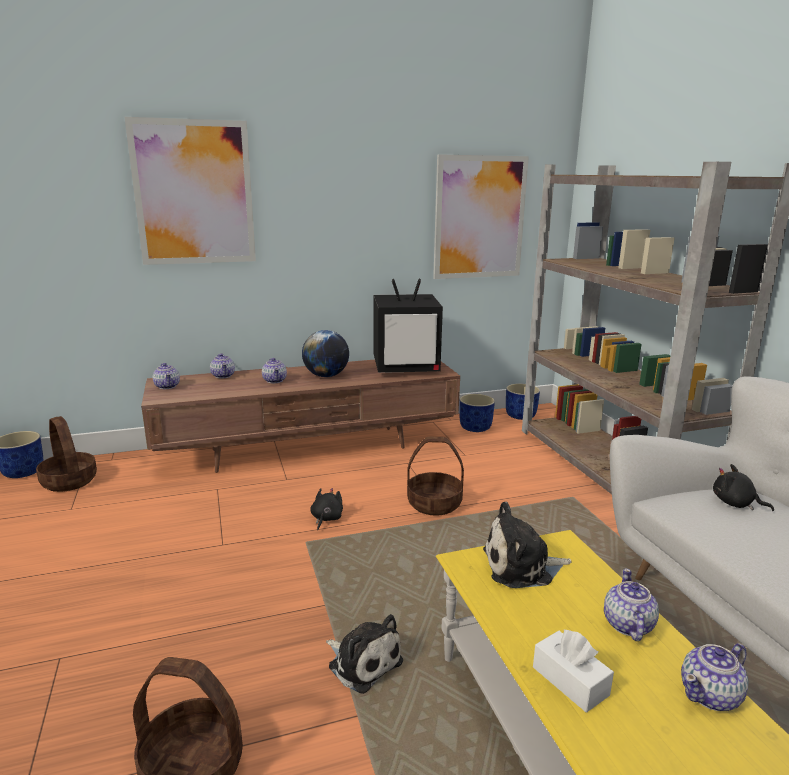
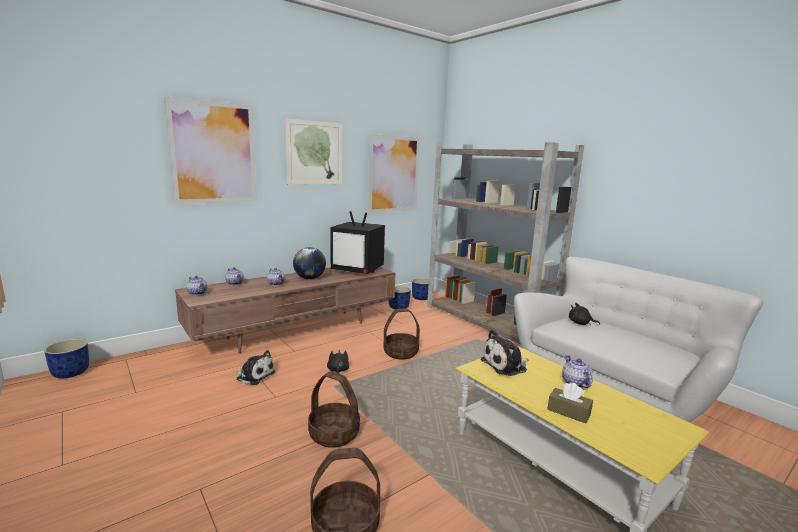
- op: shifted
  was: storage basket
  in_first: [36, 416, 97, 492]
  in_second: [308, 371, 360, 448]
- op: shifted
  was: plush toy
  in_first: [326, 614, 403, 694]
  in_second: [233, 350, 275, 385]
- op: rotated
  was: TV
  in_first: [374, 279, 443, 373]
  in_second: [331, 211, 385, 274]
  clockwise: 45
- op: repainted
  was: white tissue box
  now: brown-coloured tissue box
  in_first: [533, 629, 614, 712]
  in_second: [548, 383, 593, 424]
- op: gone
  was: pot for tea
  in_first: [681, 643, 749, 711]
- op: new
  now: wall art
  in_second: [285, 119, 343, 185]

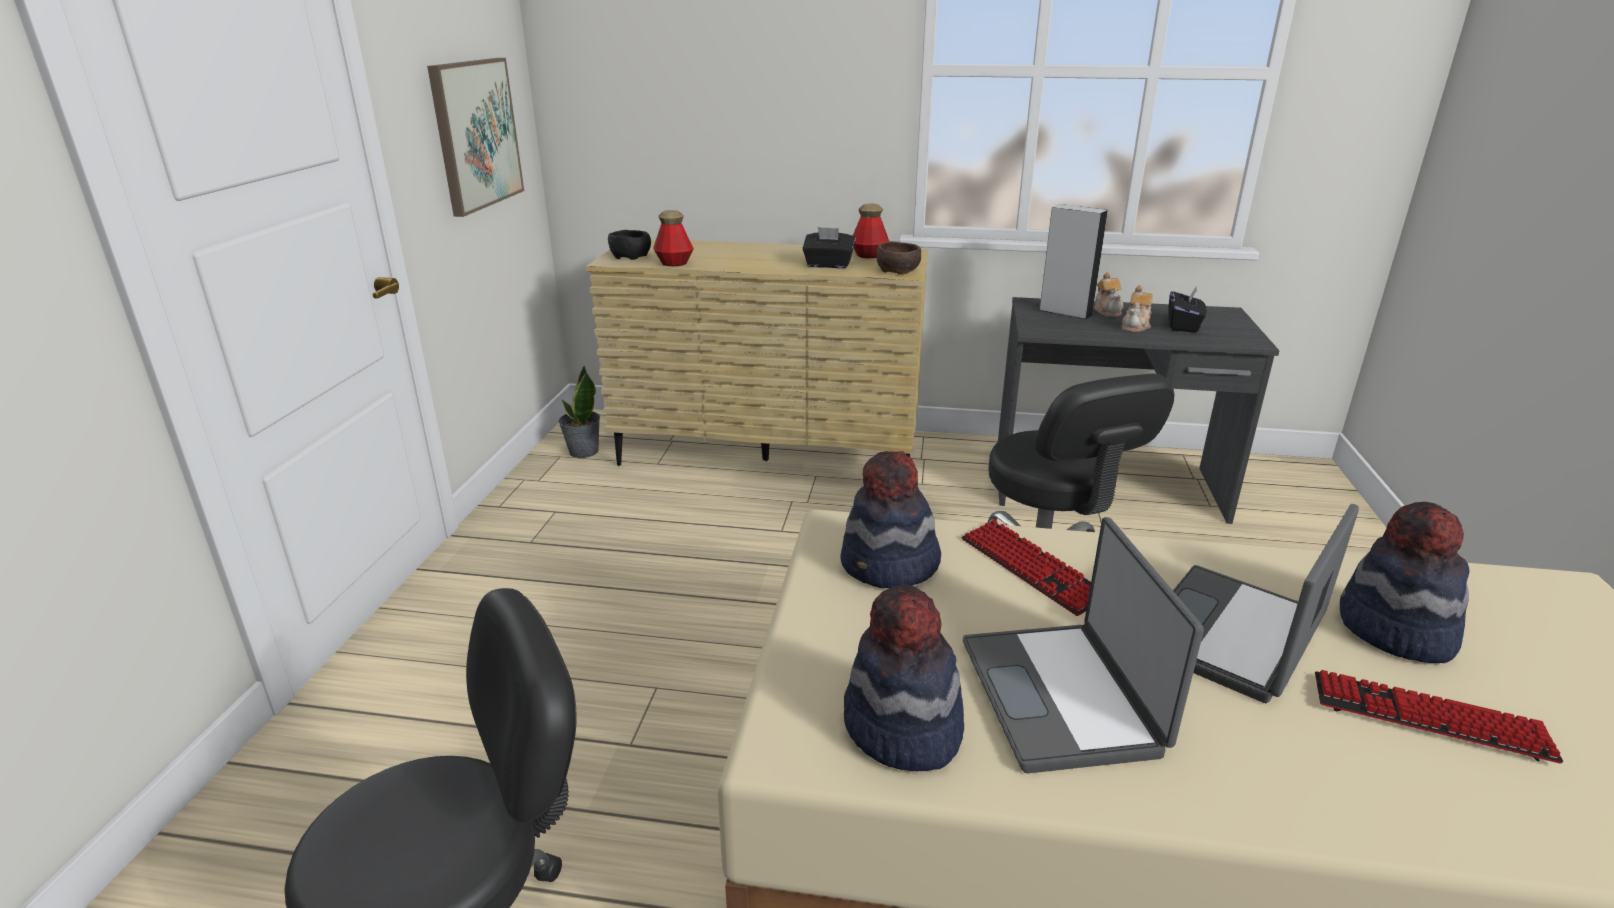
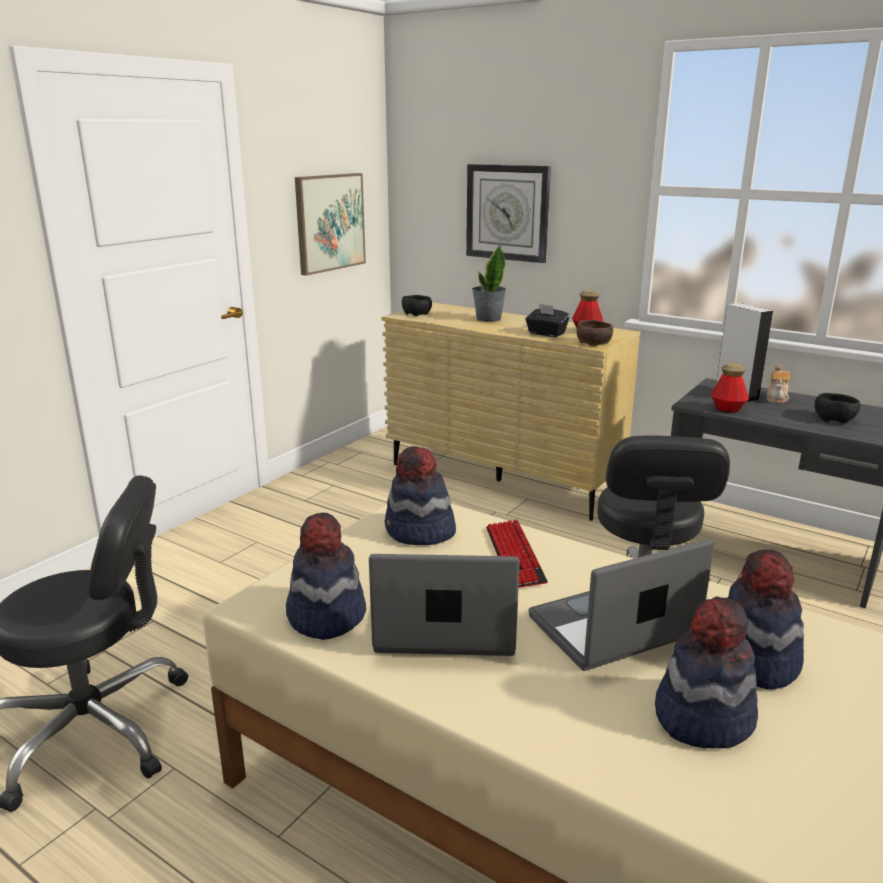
- op: shifted
  was: potted plant
  in_first: [558, 366, 600, 458]
  in_second: [472, 244, 506, 322]
- op: shifted
  was: bottle
  in_first: [653, 210, 694, 266]
  in_second: [711, 363, 749, 413]
- op: rotated
  was: notebook computer
  in_first: [963, 517, 1204, 773]
  in_second: [369, 554, 520, 656]
  clockwise: 75
- op: gone
  was: pot for tea
  in_first: [1122, 285, 1153, 332]
- op: swapped
  was: black-coloured tissue box
  now: black-coloured serving bowl
  in_first: [1168, 285, 1207, 333]
  in_second: [815, 393, 860, 424]
- op: swapped
  was: computer keyboard
  now: hat
  in_first: [1315, 670, 1564, 764]
  in_second: [655, 597, 758, 749]
- op: new
  now: hanging clock
  in_second: [466, 164, 551, 263]

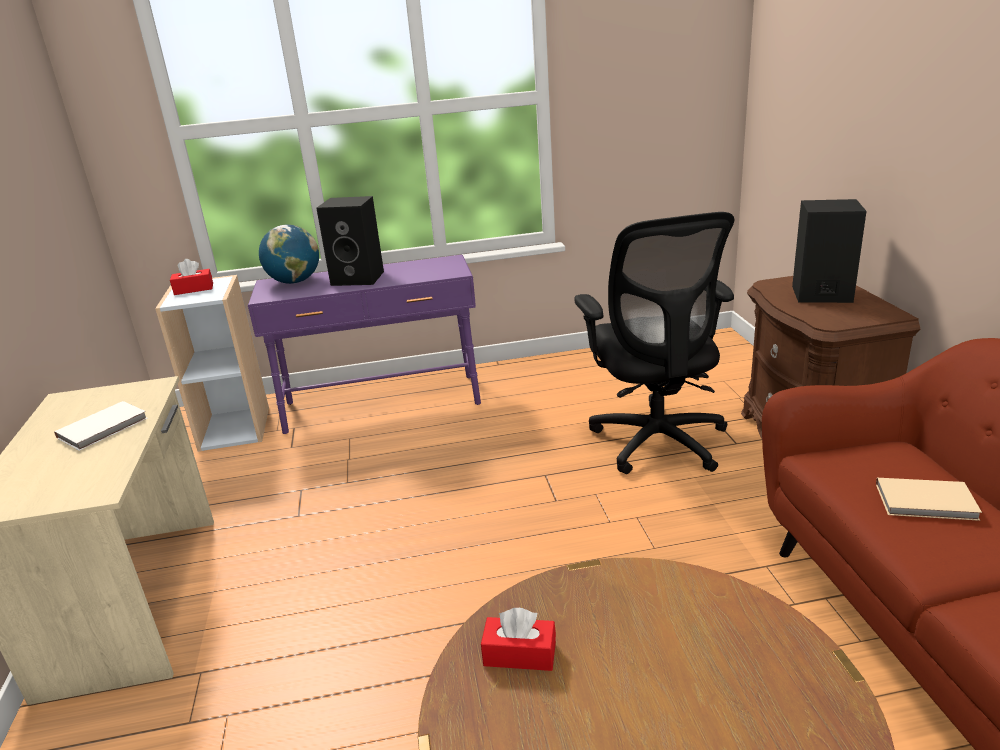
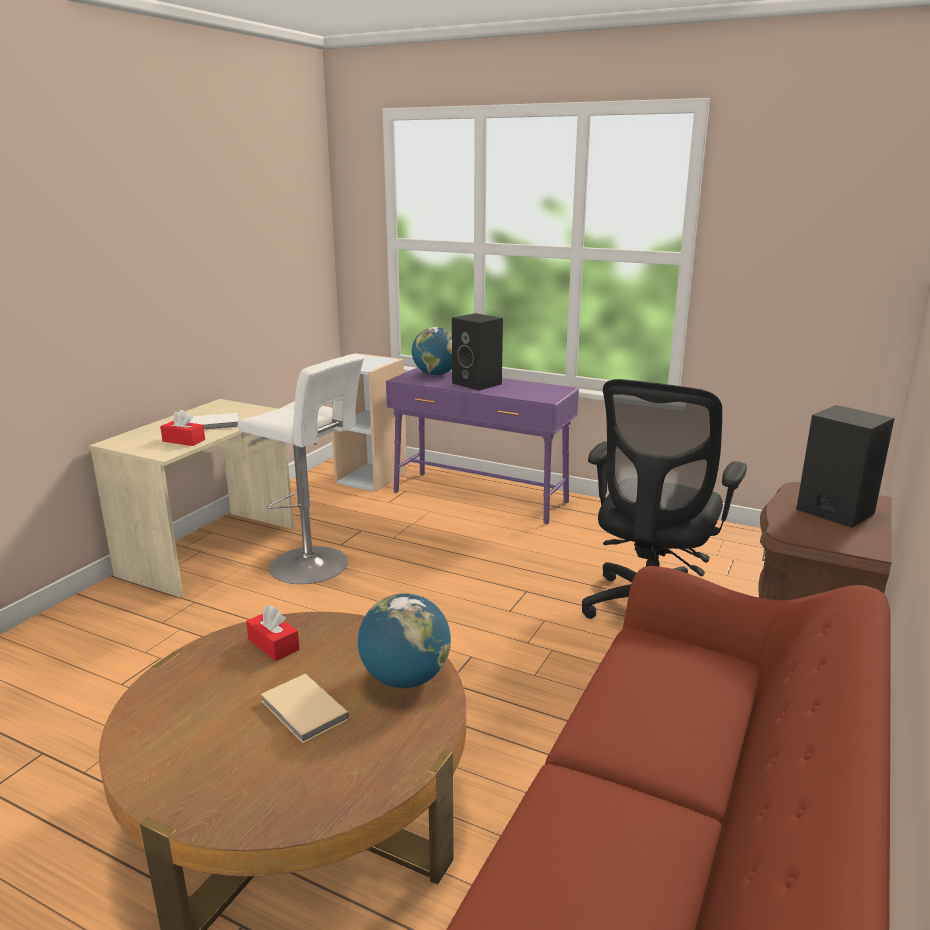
- op: shifted
  was: red-coloured tissue box
  in_first: [170, 259, 213, 295]
  in_second: [160, 410, 205, 446]
- op: shifted
  was: sand-coloured bound book
  in_first: [876, 478, 982, 521]
  in_second: [261, 674, 350, 743]
- op: new
  now: white stool
  in_second: [238, 353, 364, 584]
- op: new
  now: desk globe
  in_second: [358, 593, 451, 688]

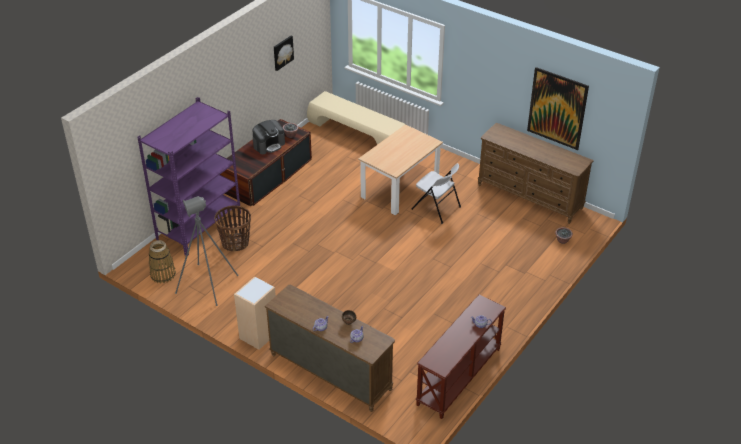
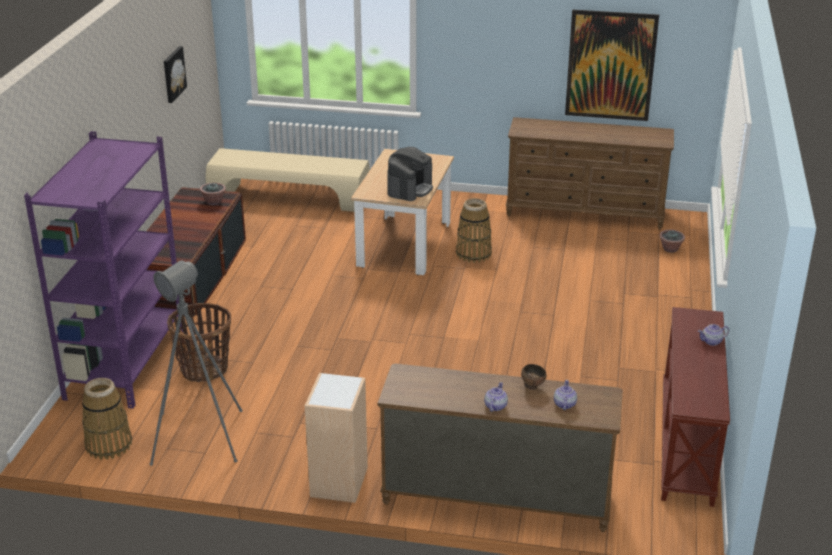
- op: shifted
  was: coffee maker
  in_first: [252, 120, 285, 154]
  in_second: [387, 147, 433, 201]
- op: swapped
  was: white plain chair
  now: storage basket
  in_first: [412, 163, 461, 224]
  in_second: [456, 198, 492, 263]

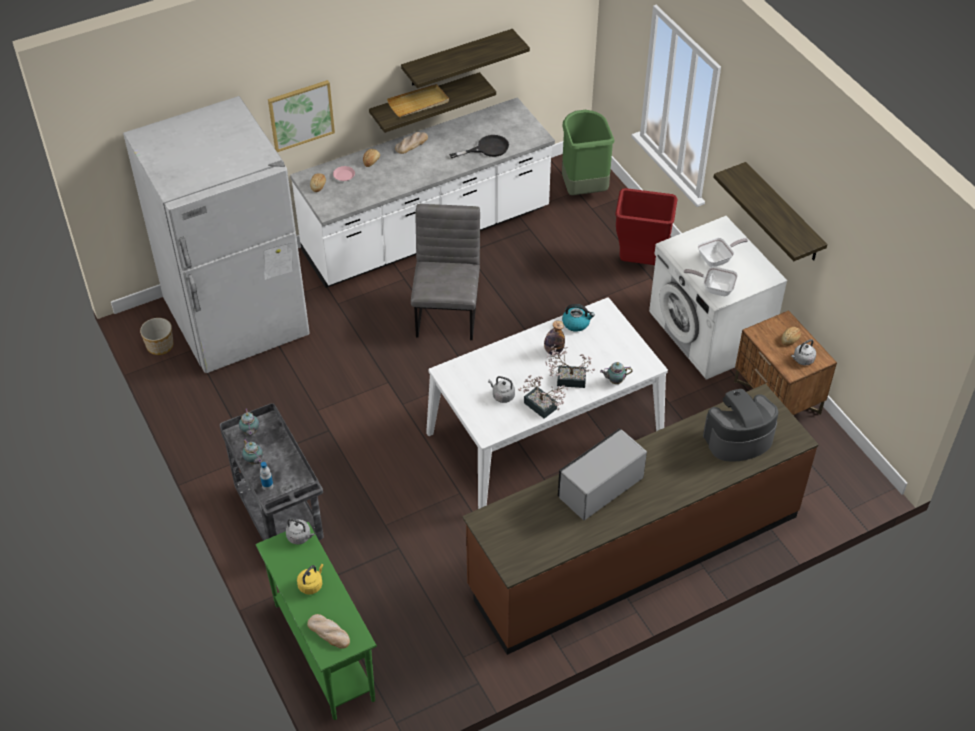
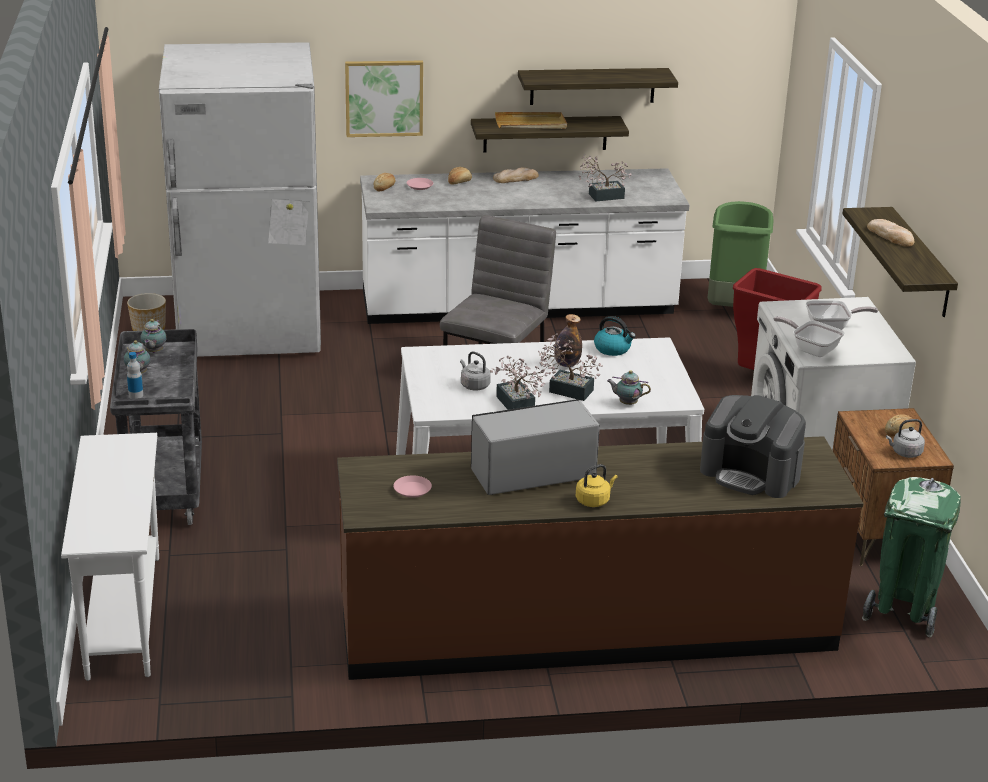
- op: repainted
  was: greenish hall table
  now: white hall table
  in_first: [256, 522, 377, 720]
  in_second: [61, 433, 159, 681]
- op: gone
  was: greyish tea kettle
  in_first: [286, 519, 315, 545]
- op: shifted
  was: yellow tea kettle
  in_first: [297, 564, 324, 595]
  in_second: [576, 464, 618, 507]
- op: shifted
  was: bakery bread
  in_first: [307, 614, 350, 649]
  in_second: [867, 219, 915, 247]
- op: swapped
  was: black-coloured frying pan
  now: potted plant
  in_first: [449, 135, 509, 158]
  in_second: [579, 154, 632, 201]
- op: rotated
  was: coffee maker
  in_first: [703, 389, 778, 462]
  in_second: [700, 395, 806, 498]
  clockwise: -150
- op: new
  now: pink flat dish
  in_second: [393, 476, 432, 498]
- op: new
  now: greenish trash can
  in_second: [862, 477, 961, 637]

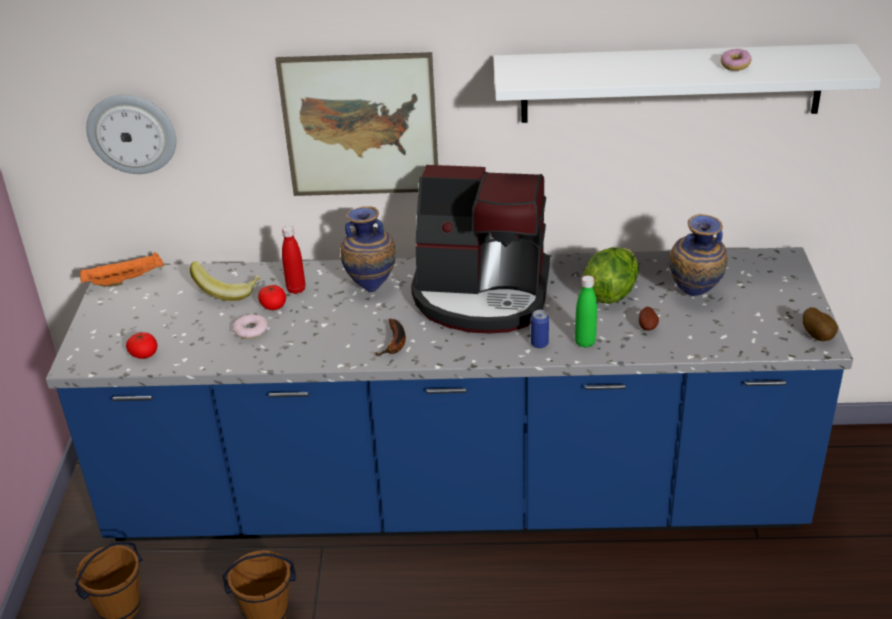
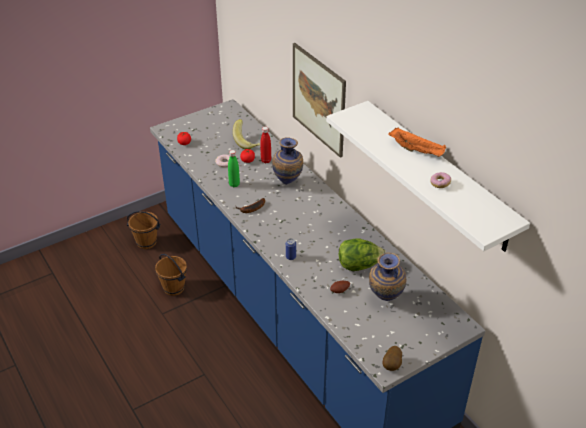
- op: shifted
  was: orange serving tray
  in_first: [80, 252, 164, 286]
  in_second: [388, 128, 446, 157]
- op: gone
  was: hanging clock
  in_first: [86, 95, 176, 174]
- op: gone
  was: coffee maker
  in_first: [411, 165, 550, 334]
- op: shifted
  was: greenish bottle
  in_first: [575, 275, 597, 348]
  in_second: [228, 150, 240, 187]

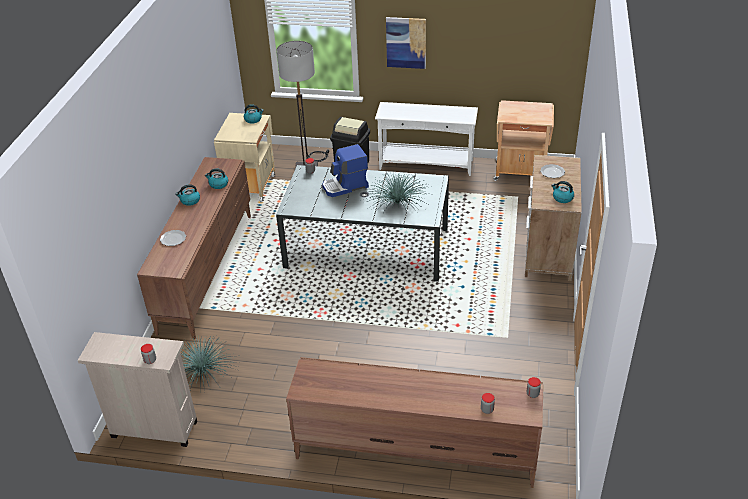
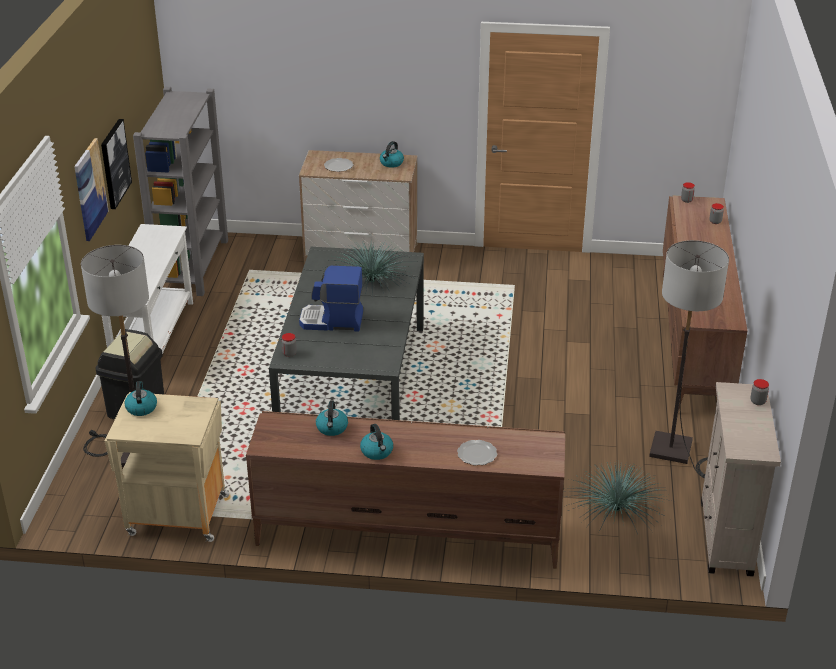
- op: rotated
  was: coffee maker
  in_first: [322, 144, 369, 197]
  in_second: [299, 265, 363, 332]
  clockwise: 120
- op: swapped
  was: brown-coloured cart
  now: greyish shelving unit
  in_first: [493, 100, 554, 181]
  in_second: [133, 87, 228, 296]
- op: new
  now: wall art
  in_second: [101, 119, 132, 209]
- op: new
  now: standing lamp
  in_second: [649, 240, 729, 479]

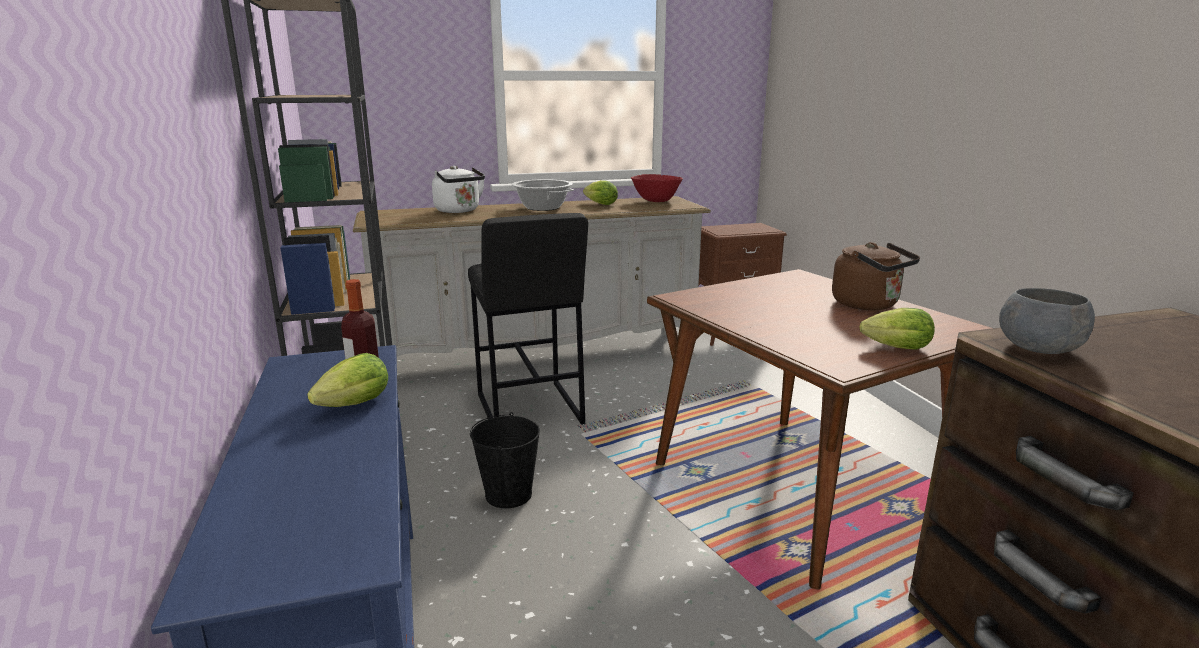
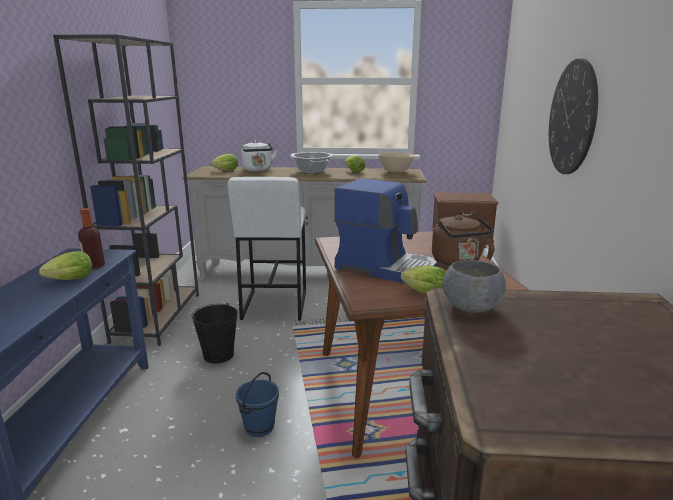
- op: repainted
  was: black-coloured stool
  now: white stool
  in_first: [468, 213, 588, 425]
  in_second: [227, 177, 306, 320]
- op: repainted
  was: red-coloured serving bowl
  now: sand-coloured serving bowl
  in_first: [631, 174, 683, 202]
  in_second: [378, 152, 415, 173]
- op: new
  now: lettuce head
  in_second: [211, 154, 238, 171]
- op: new
  now: bluish water bucket
  in_second: [236, 372, 279, 437]
- op: new
  now: coffee maker
  in_second: [334, 178, 437, 283]
- op: new
  now: hanging clock
  in_second: [549, 59, 598, 174]

